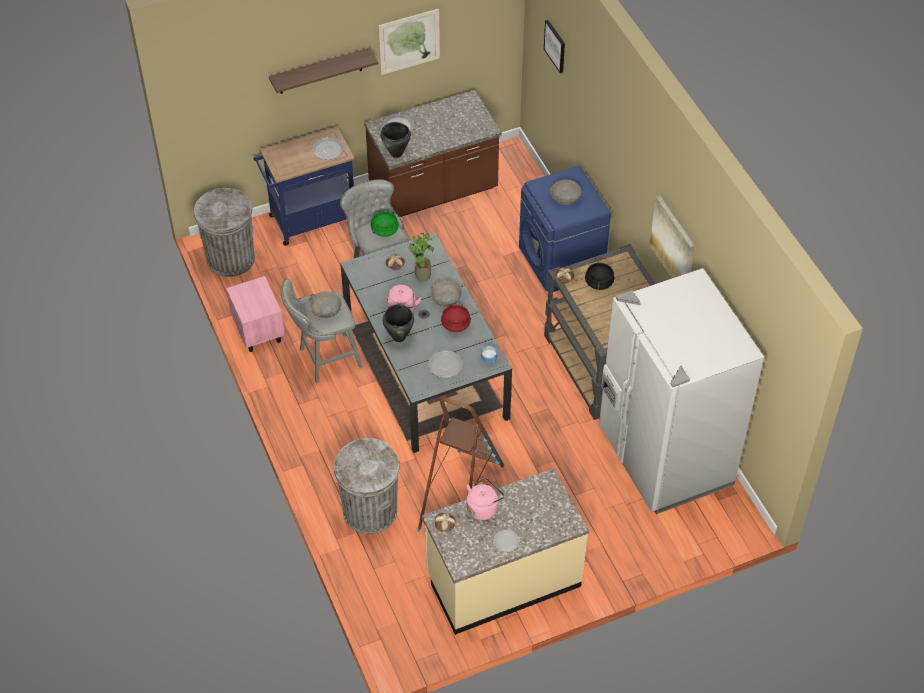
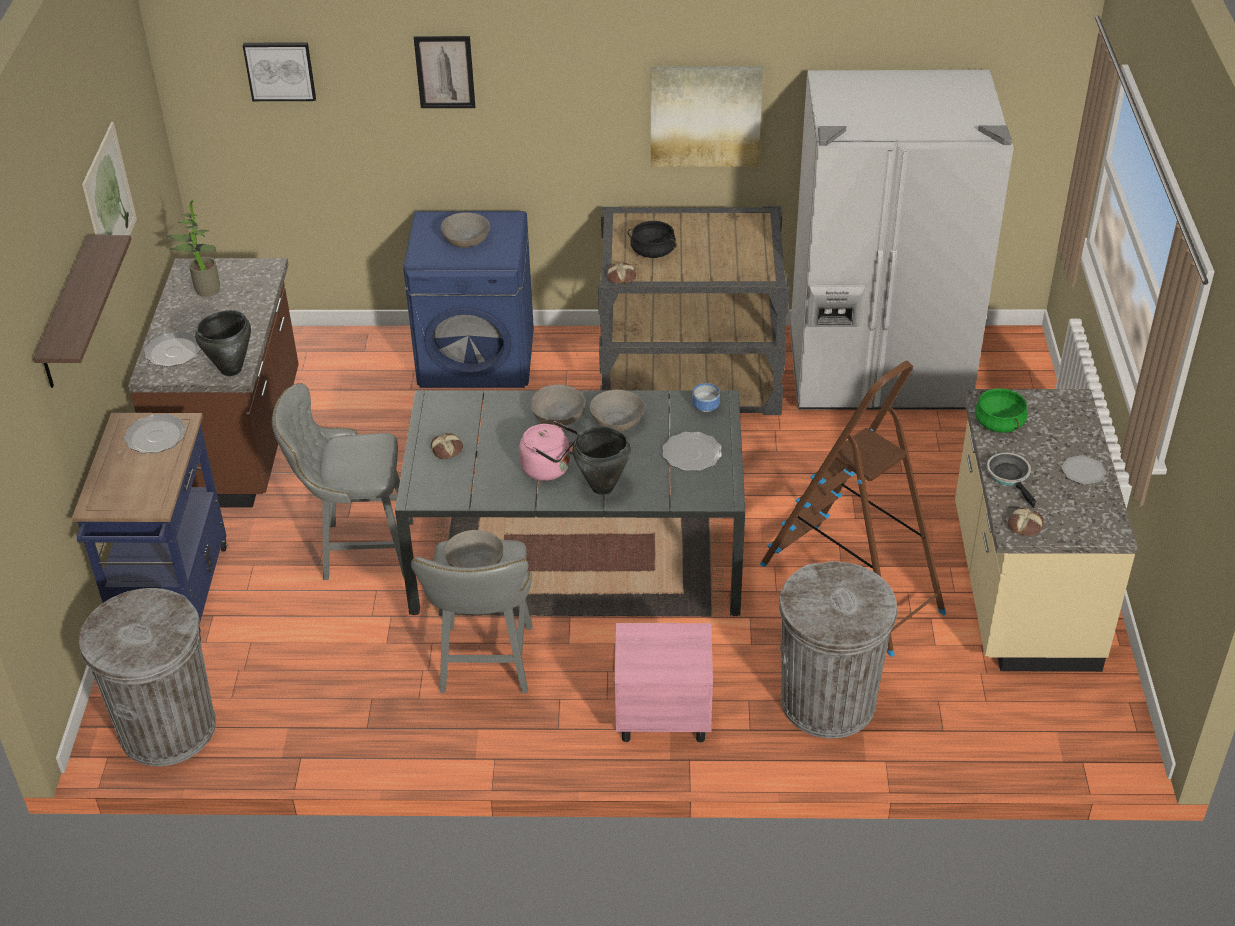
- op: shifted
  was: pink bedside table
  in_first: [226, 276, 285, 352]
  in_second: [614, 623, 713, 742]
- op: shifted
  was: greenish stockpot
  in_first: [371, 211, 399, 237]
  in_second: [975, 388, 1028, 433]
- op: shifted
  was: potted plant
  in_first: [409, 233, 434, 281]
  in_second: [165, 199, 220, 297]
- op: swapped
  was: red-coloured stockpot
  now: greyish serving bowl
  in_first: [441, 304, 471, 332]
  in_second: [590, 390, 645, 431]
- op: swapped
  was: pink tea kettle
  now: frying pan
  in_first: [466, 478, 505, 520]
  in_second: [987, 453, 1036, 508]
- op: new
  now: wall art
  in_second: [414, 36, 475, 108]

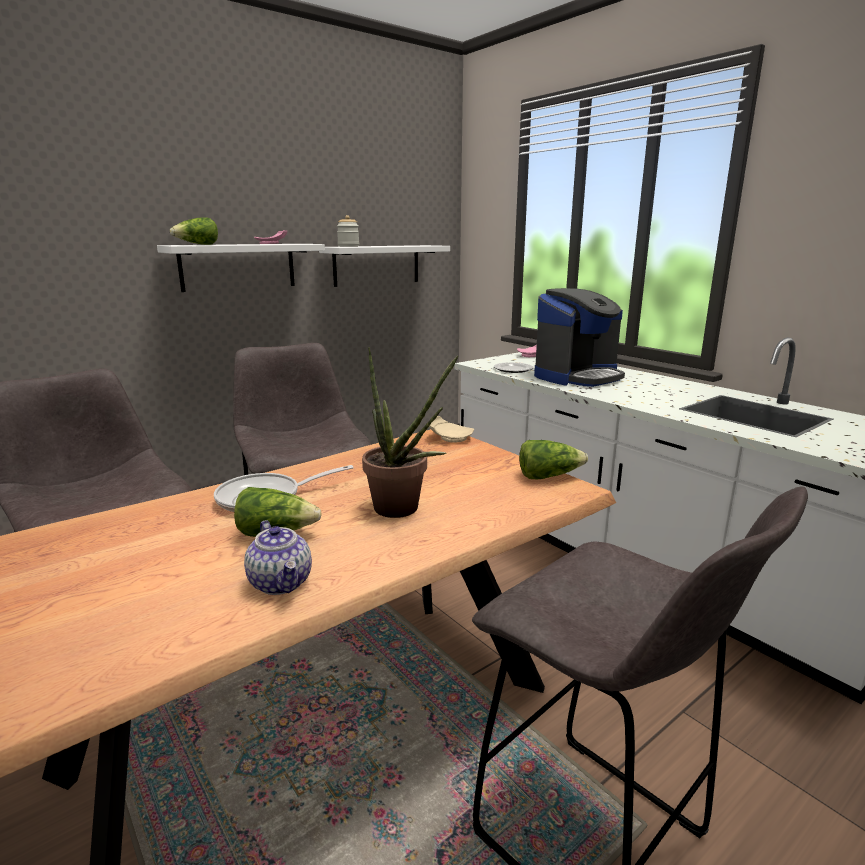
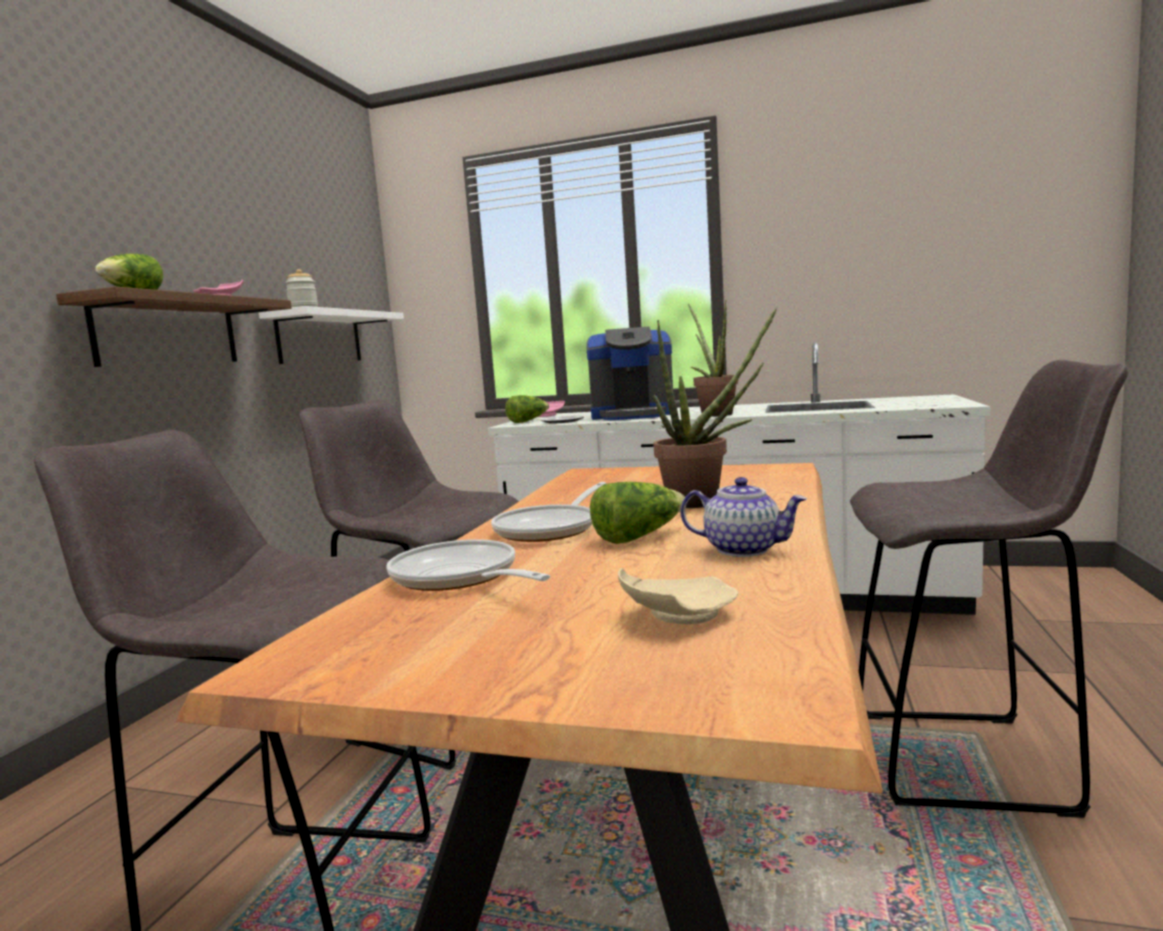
- op: repainted
  was: white bracket shelf
  now: brown-coloured bracket shelf
  in_first: [157, 244, 325, 292]
  in_second: [56, 286, 292, 367]
- op: shifted
  was: sand-coloured flat dish
  in_first: [429, 416, 474, 442]
  in_second: [618, 568, 738, 625]
- op: shifted
  was: lettuce head
  in_first: [519, 440, 588, 479]
  in_second: [505, 395, 549, 423]
- op: rotated
  was: coffee maker
  in_first: [534, 288, 625, 387]
  in_second: [586, 327, 673, 420]
  clockwise: 75
- op: new
  now: frying pan
  in_second: [386, 539, 550, 591]
- op: new
  now: potted plant
  in_second: [688, 300, 738, 417]

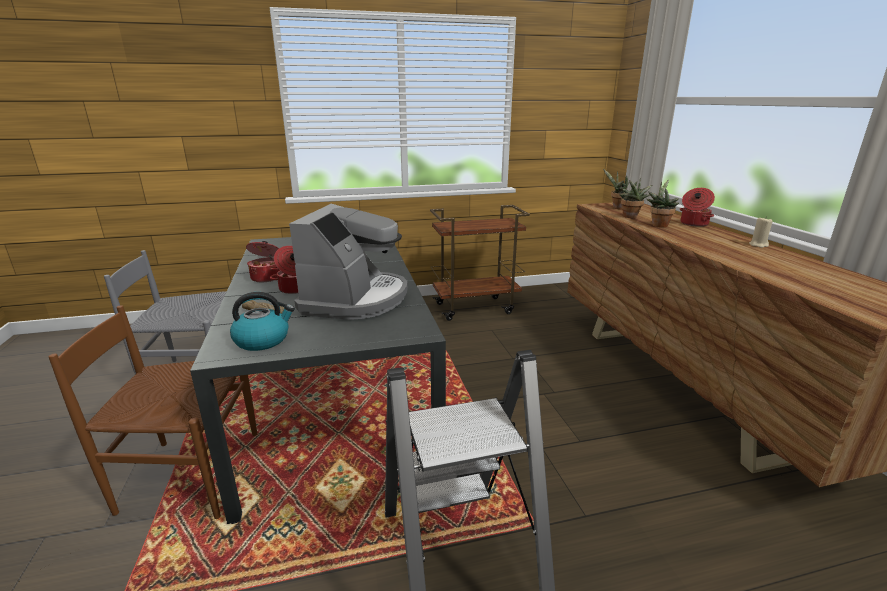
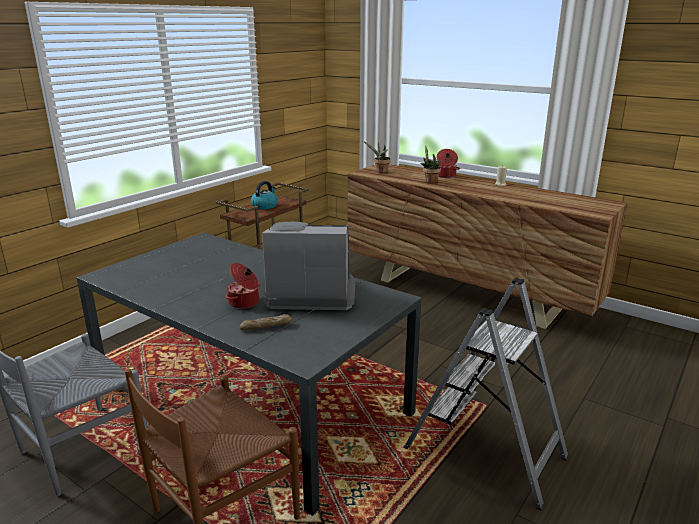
- op: shifted
  was: tea kettle
  in_first: [230, 292, 295, 351]
  in_second: [251, 181, 278, 209]
- op: gone
  was: stockpot
  in_first: [246, 241, 280, 282]
- op: rotated
  was: coffee maker
  in_first: [289, 204, 408, 320]
  in_second: [262, 222, 355, 310]
  clockwise: -60
- op: gone
  was: potted plant
  in_first: [620, 178, 652, 218]

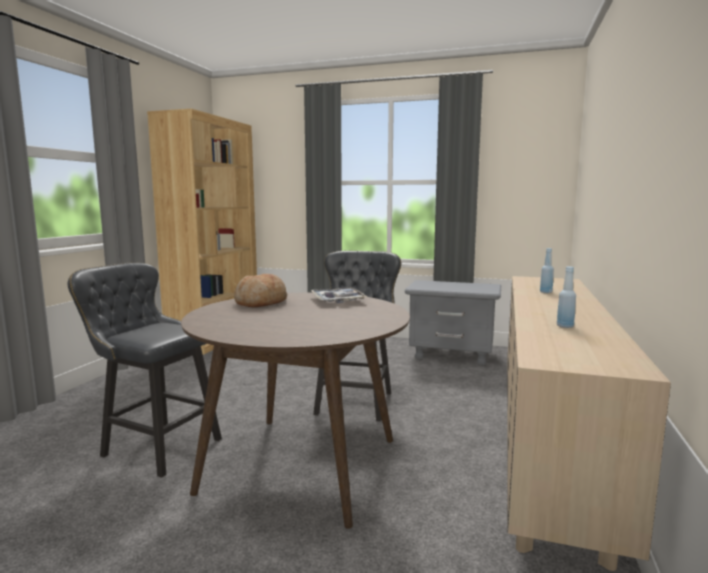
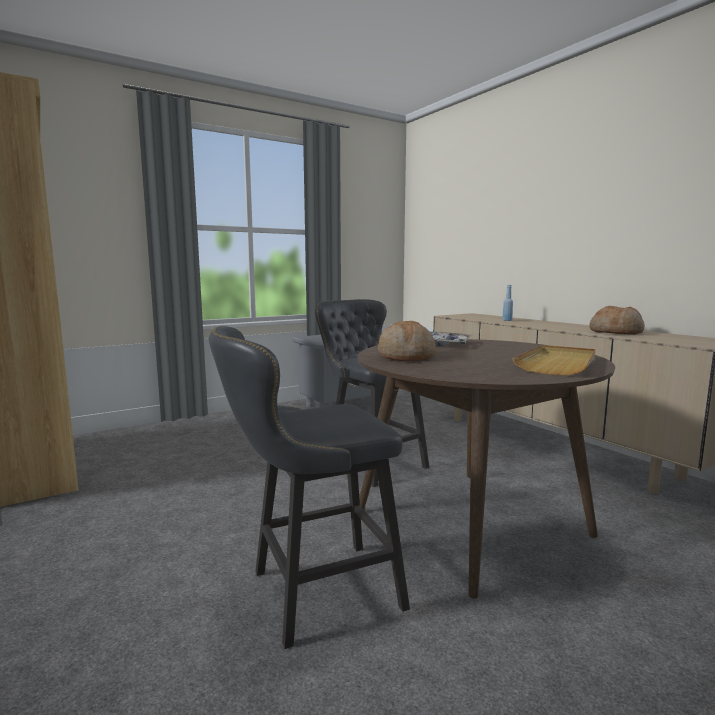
- op: swapped
  was: bluish bottle
  now: bakery bread
  in_first: [557, 267, 576, 328]
  in_second: [589, 306, 645, 335]
- op: new
  now: sand-coloured serving tray
  in_second: [512, 345, 595, 375]

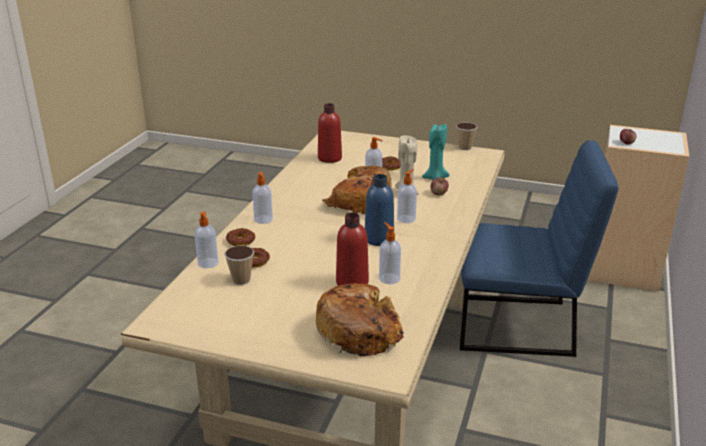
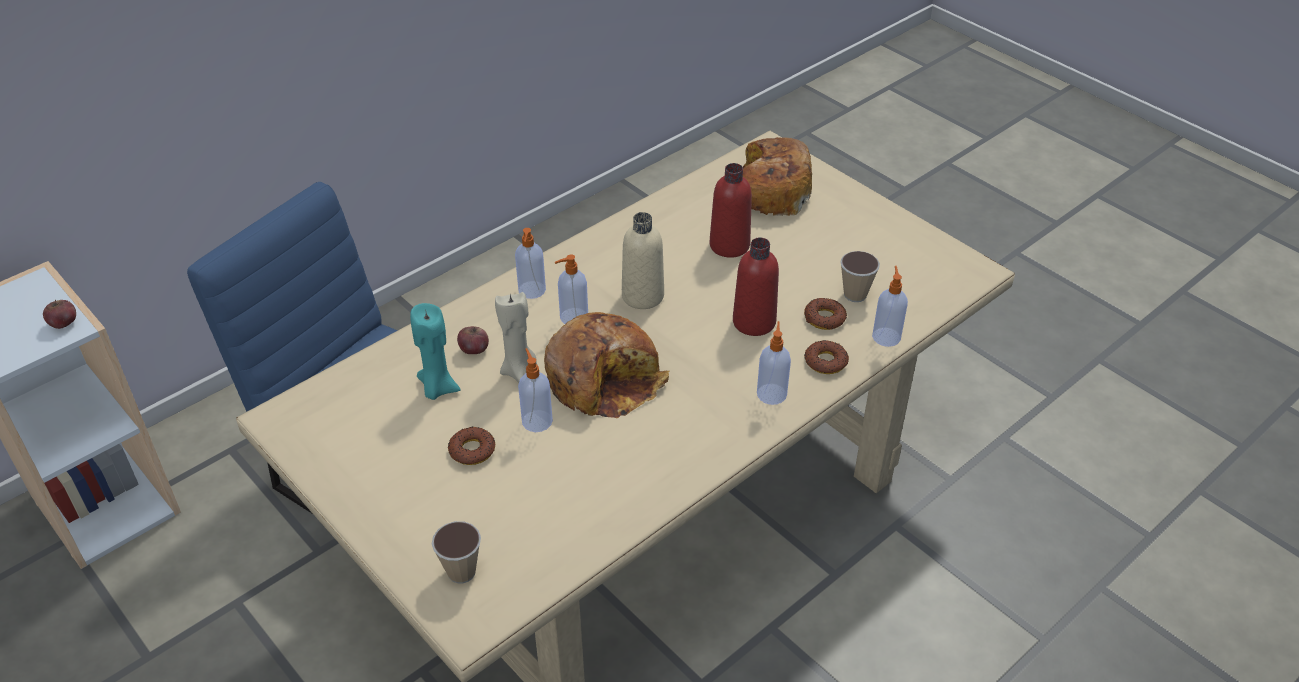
- op: shifted
  was: red-coloured bottle
  in_first: [318, 103, 342, 163]
  in_second: [733, 238, 779, 336]
- op: repainted
  was: bluish bottle
  now: sand-coloured bottle
  in_first: [365, 174, 394, 246]
  in_second: [622, 212, 664, 309]
- op: shifted
  was: soap bottle
  in_first: [379, 222, 401, 284]
  in_second: [515, 228, 546, 299]
- op: shifted
  was: small cup
  in_first: [456, 123, 477, 150]
  in_second: [432, 521, 481, 583]

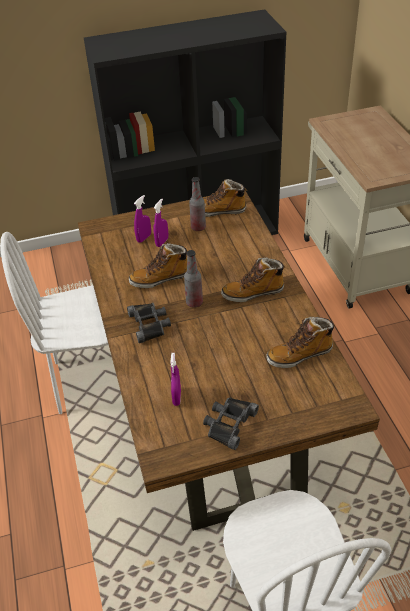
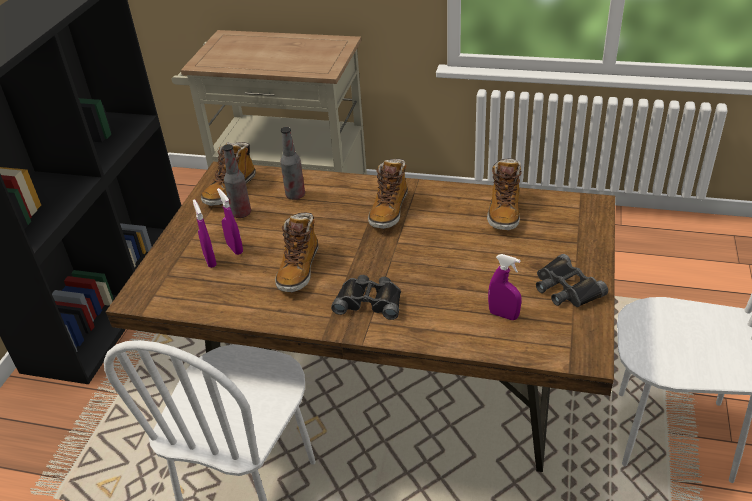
- op: shifted
  was: bottle
  in_first: [184, 250, 203, 308]
  in_second: [280, 127, 305, 200]

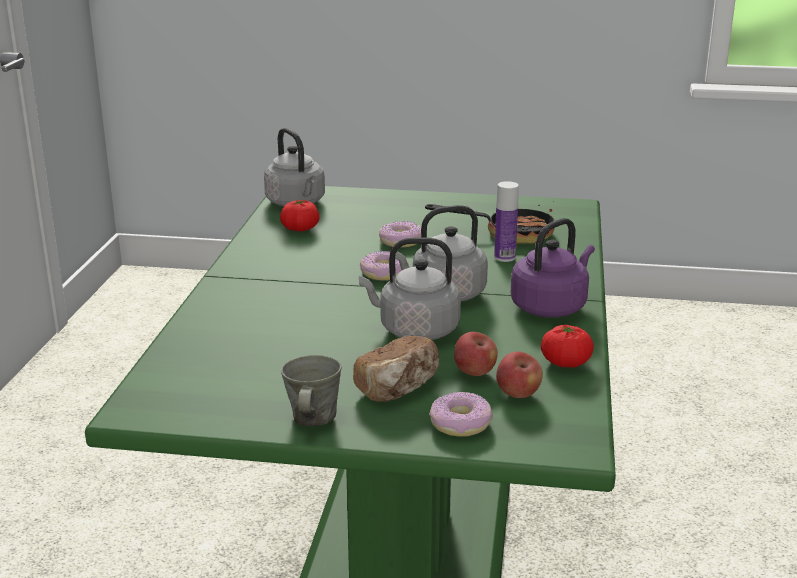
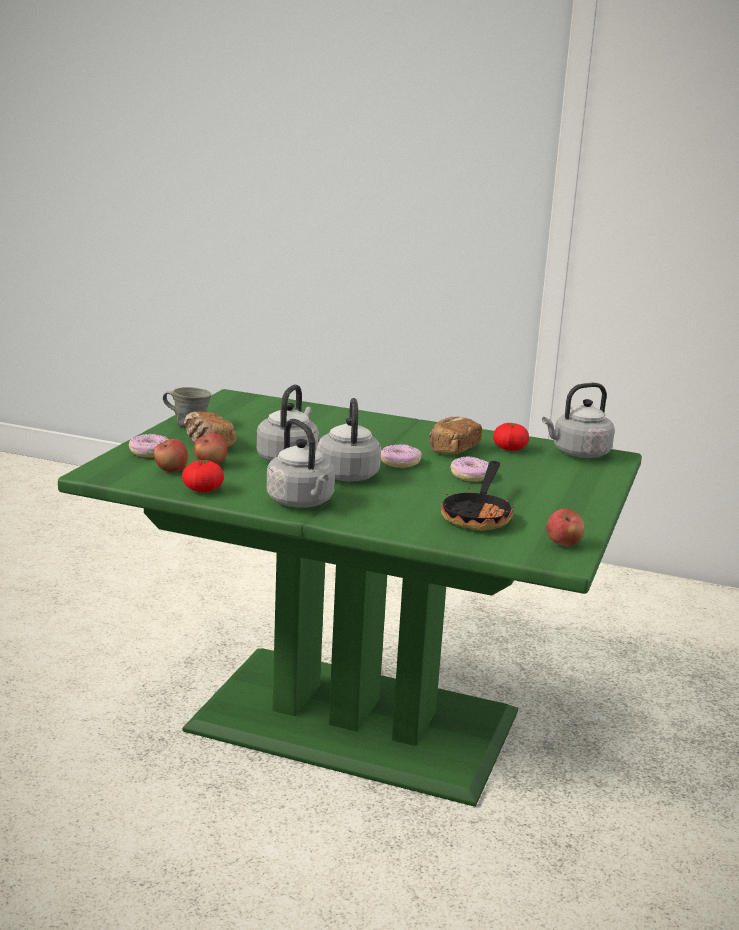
- op: gone
  was: bottle
  in_first: [494, 181, 519, 262]
- op: repainted
  was: purple-coloured tea kettle
  now: greyish tea kettle
  in_first: [511, 218, 595, 317]
  in_second: [267, 419, 335, 507]
- op: new
  now: bakery bread
  in_second: [429, 416, 482, 454]
- op: new
  now: apple
  in_second: [546, 509, 585, 546]

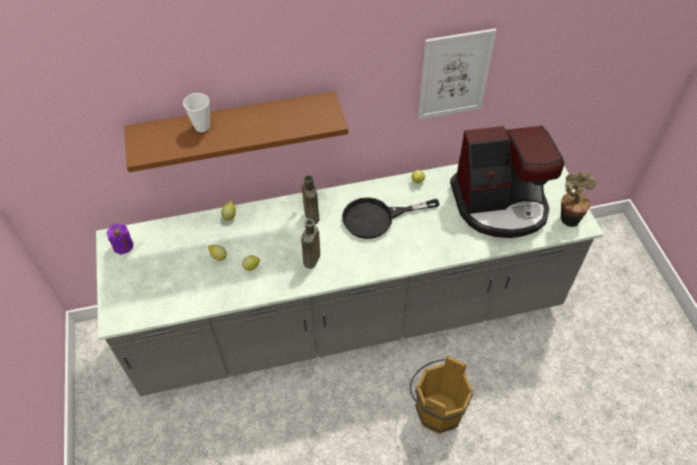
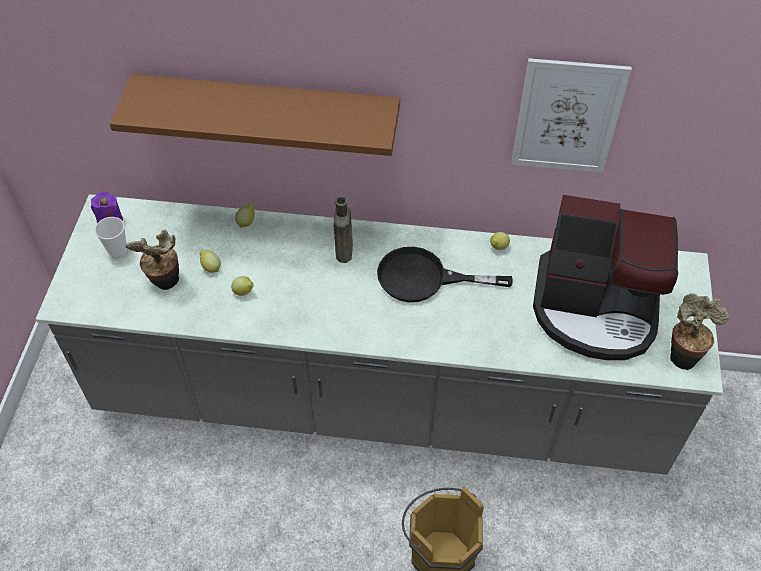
- op: shifted
  was: small cup
  in_first: [183, 93, 210, 132]
  in_second: [95, 217, 127, 259]
- op: gone
  was: brown-coloured bottle
  in_first: [301, 219, 320, 269]
- op: new
  now: potted plant
  in_second: [125, 229, 179, 290]

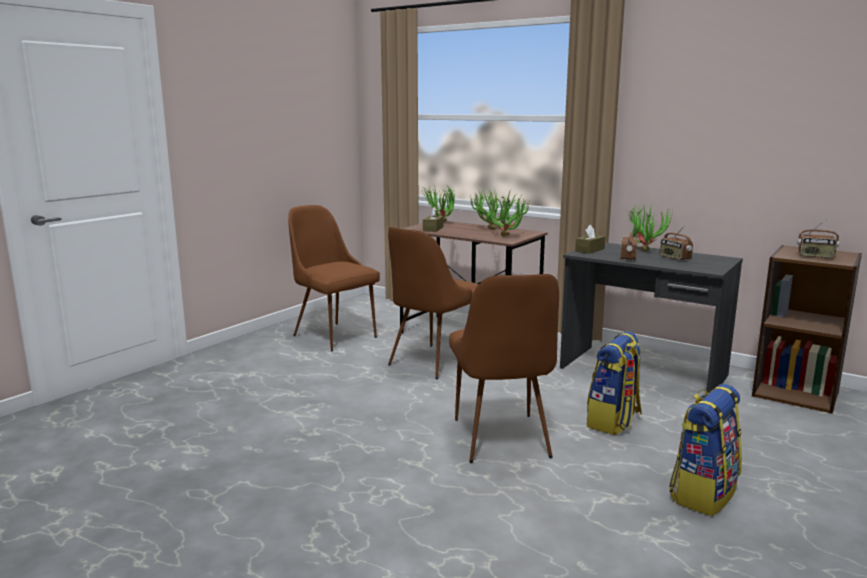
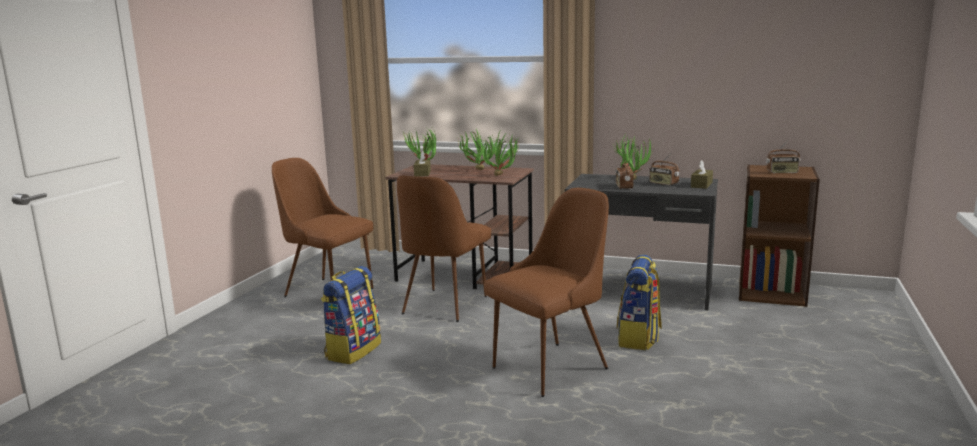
- op: rotated
  was: brown-coloured plain chair
  in_first: [449, 274, 559, 463]
  in_second: [484, 188, 609, 397]
  clockwise: -105
- op: shifted
  was: brown-coloured tissue box
  in_first: [575, 224, 605, 254]
  in_second: [691, 160, 713, 189]
- op: shifted
  was: rucksack
  in_first: [669, 384, 742, 516]
  in_second: [321, 266, 381, 364]

